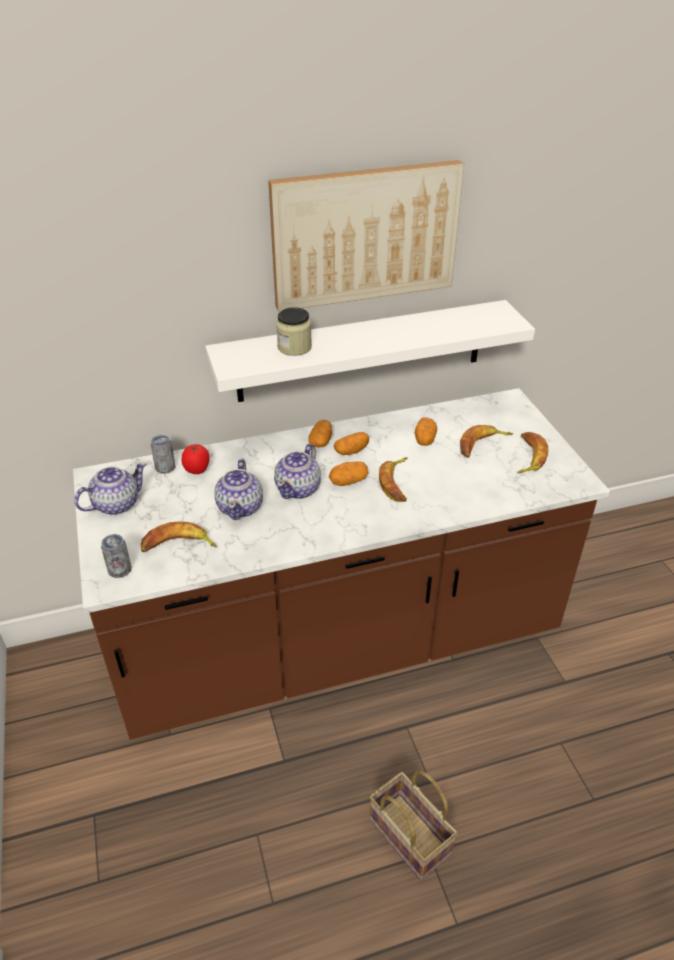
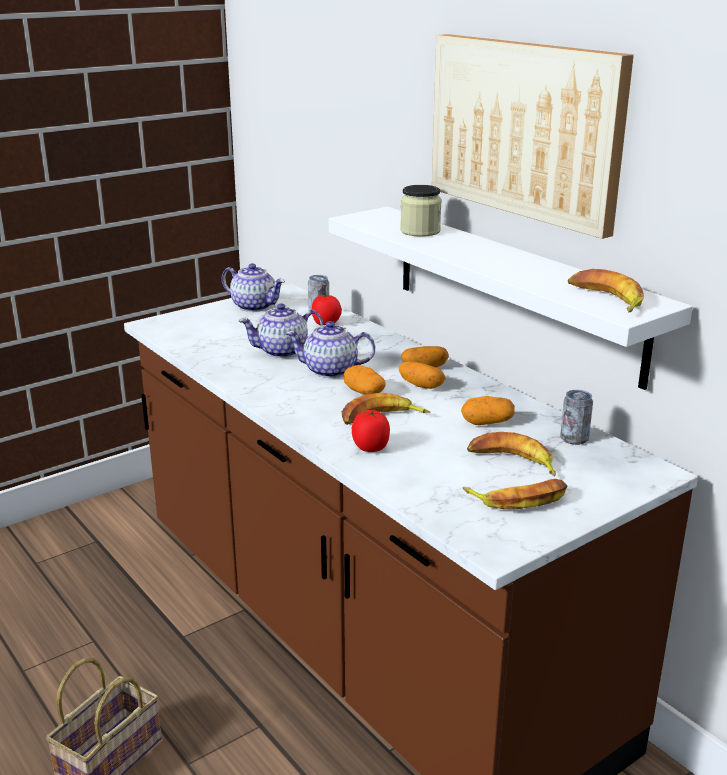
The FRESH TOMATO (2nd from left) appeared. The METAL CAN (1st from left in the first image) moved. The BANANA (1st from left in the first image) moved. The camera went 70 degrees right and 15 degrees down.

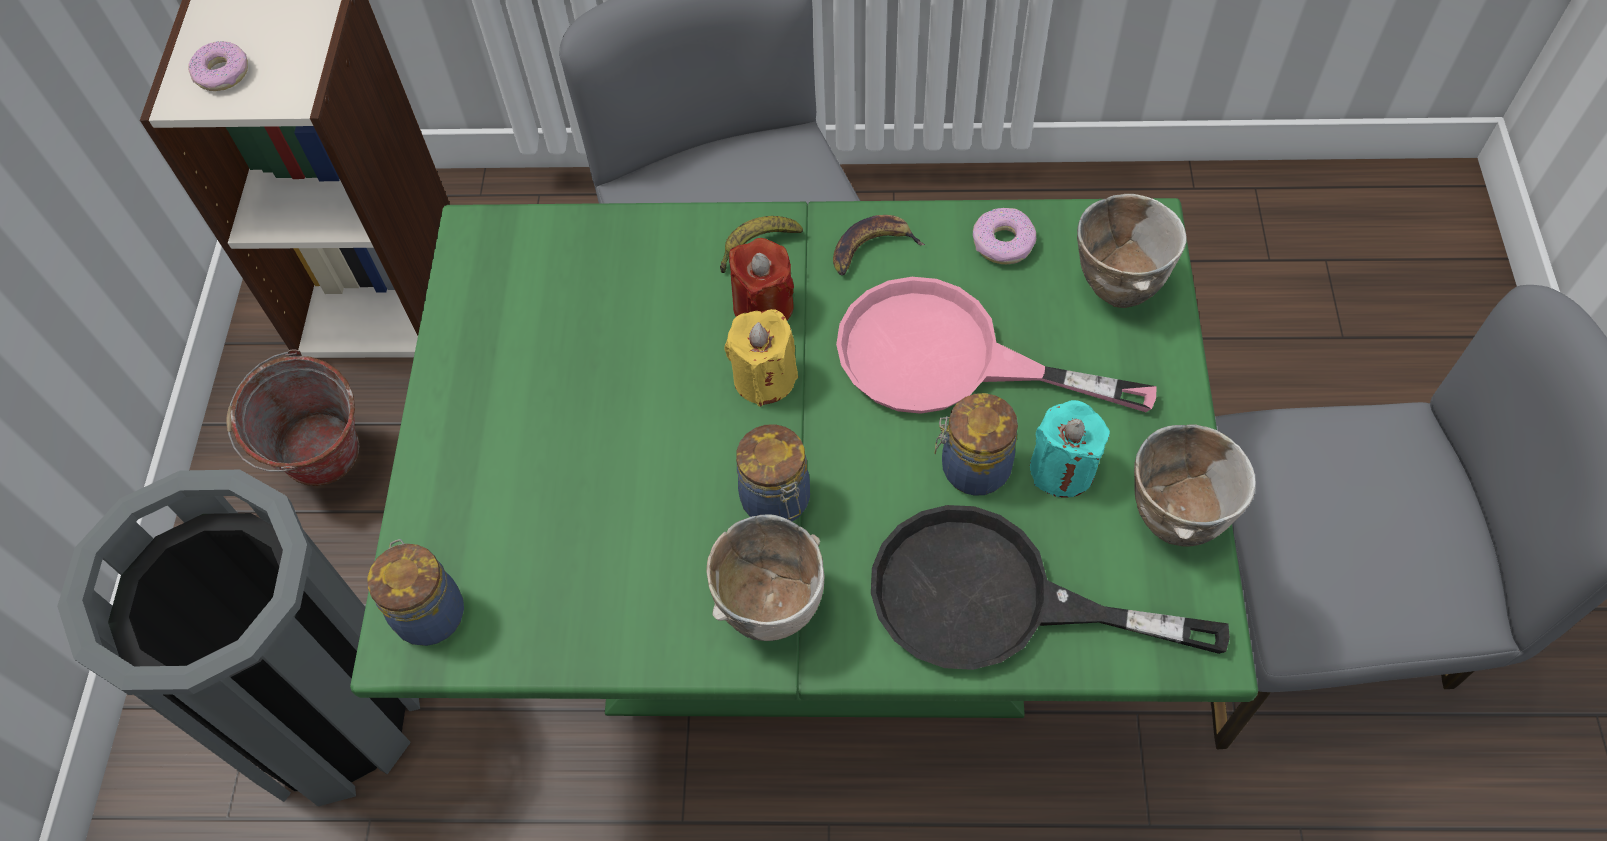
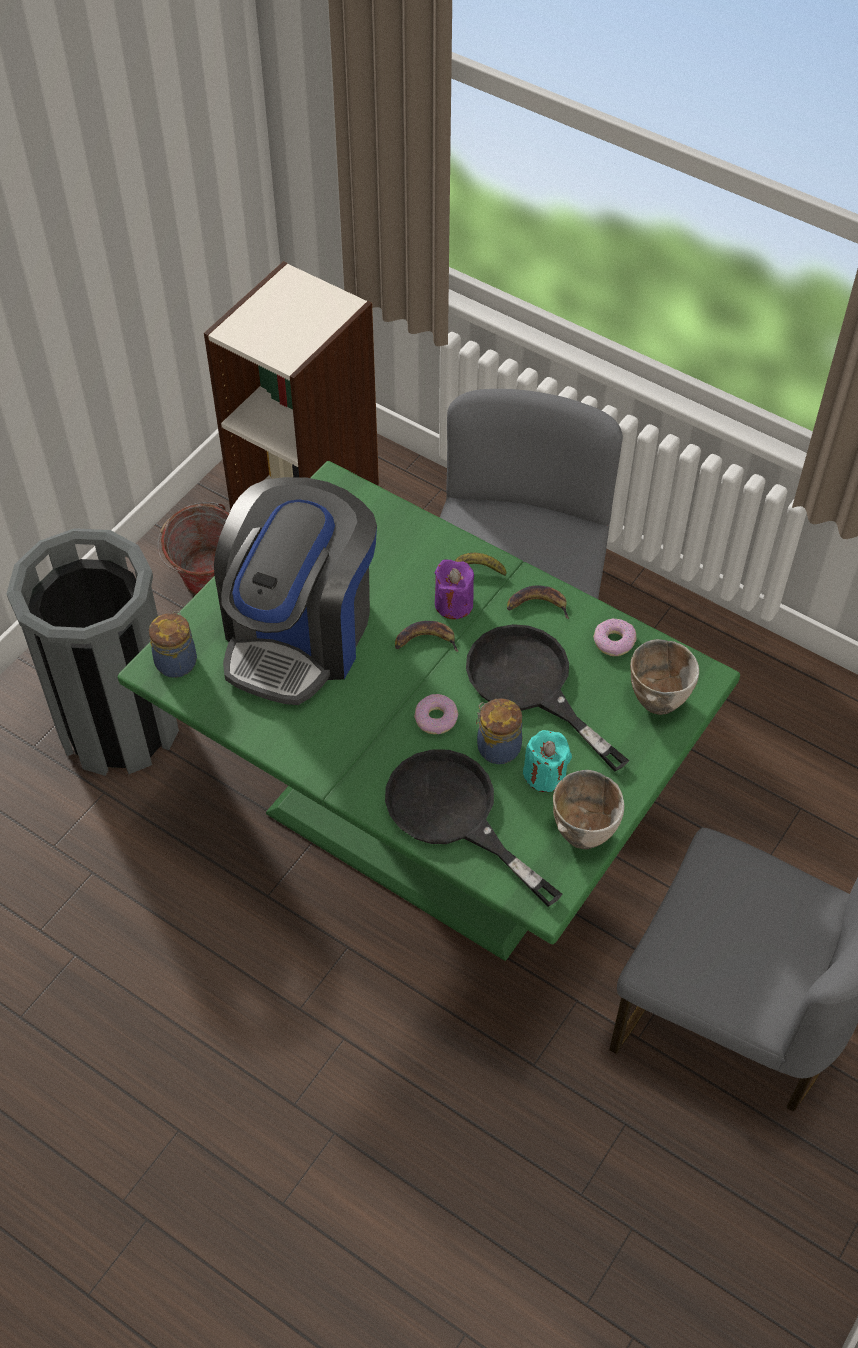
The BOWL (1st from left) disappeared. The JAR (2nd from left) disappeared. The COFFEE BREWER appeared. The DOUGHNUT (1st from left) moved. The YELLOW-COLOURED WAX CANDLE was replaced by the BANANA (1st from left). The RED WAX CANDLE became the PURPLISH WAX CANDLE. The PINK SKILLET became the BLACK-COLOURED SKILLET (2nd from left). The camera went 30 degrees right and 5 degrees down.

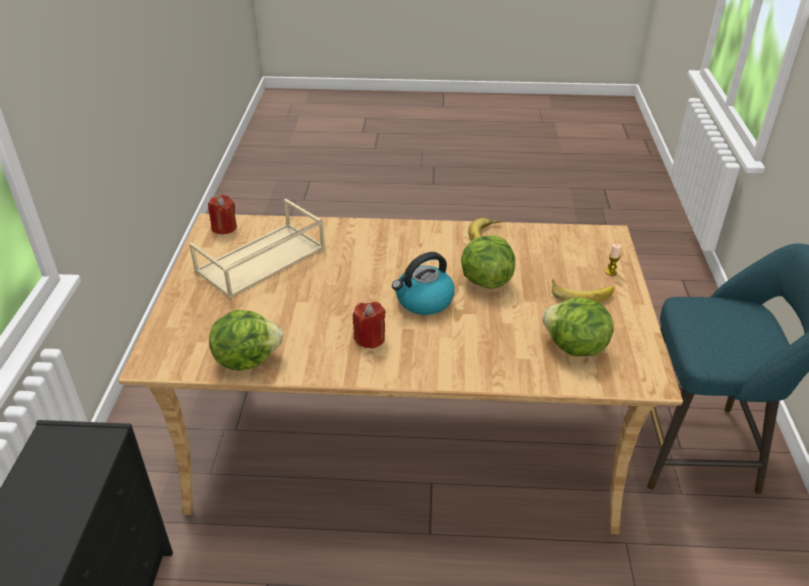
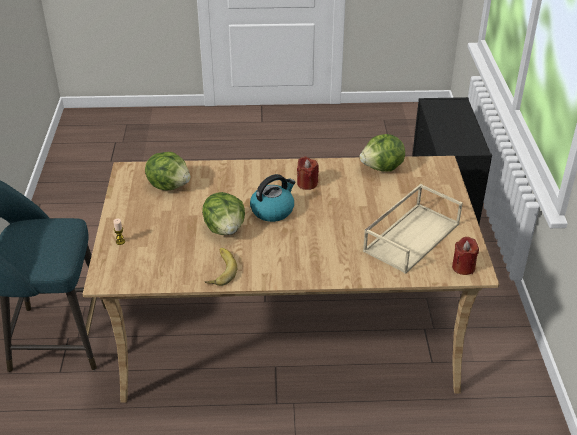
The BANANA (2nd from left) disappeared. The camera went 175 degrees right and 0 degrees up.

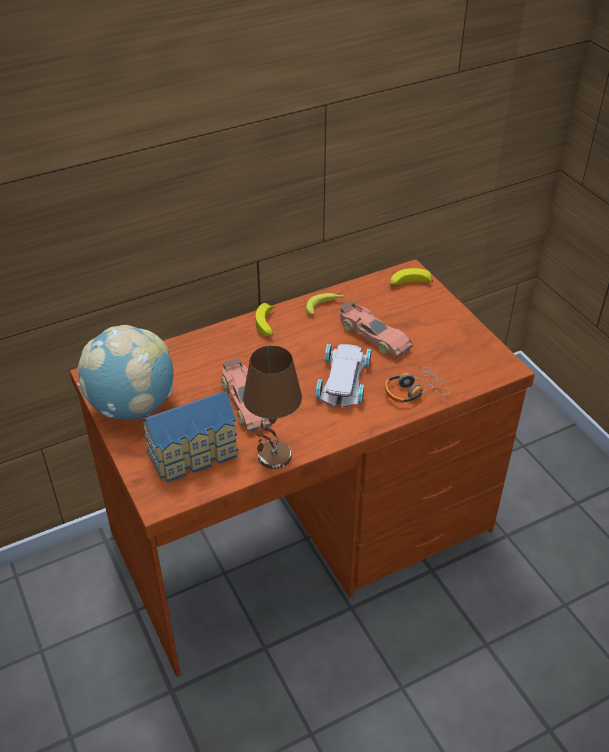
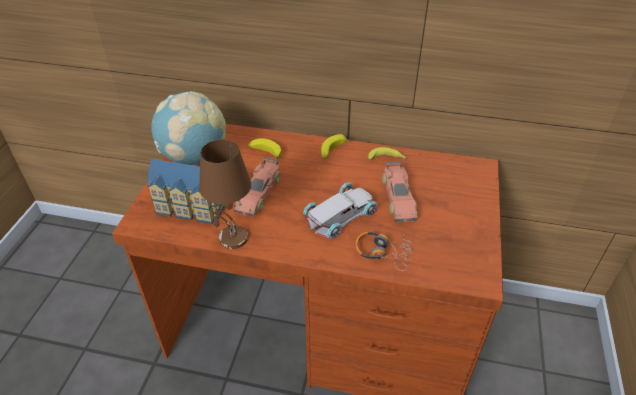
The BANANA (3rd from left in the first image) moved. The camera went 40 degrees right and 0 degrees up.

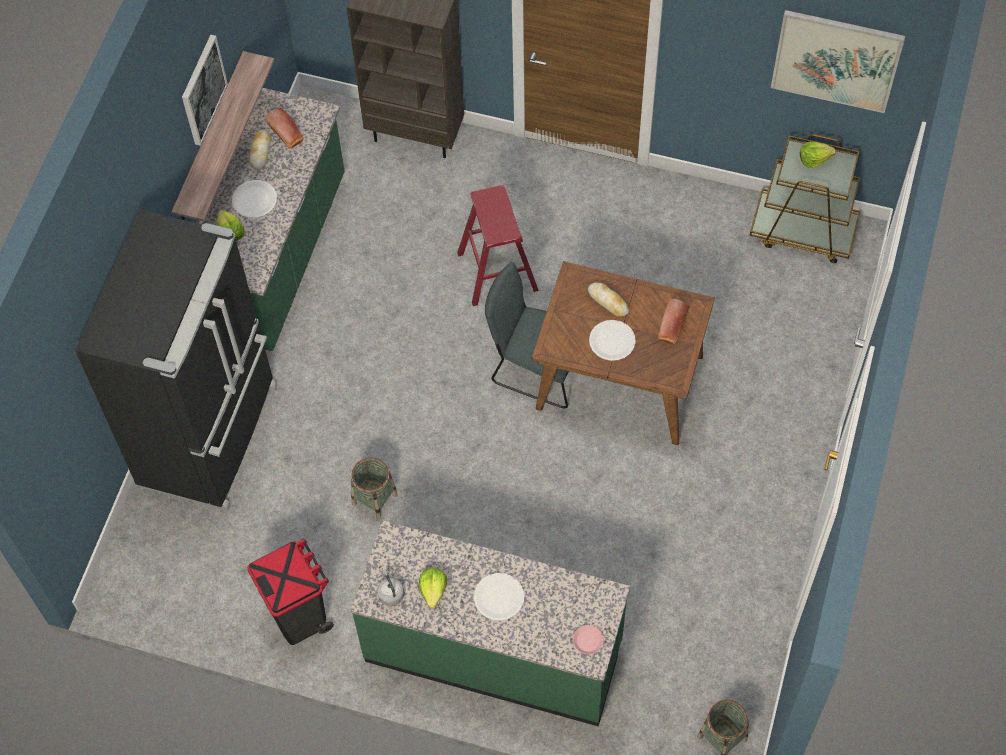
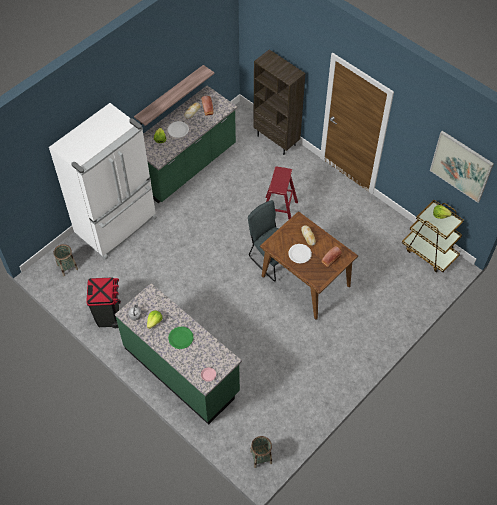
The PICTURE (1st from left) disappeared. The STORAGE BASKET (1st from left) moved. The BLACK-COLOURED KITCHEN FRIDGE became the WHITE-COLOURED KITCHEN FRIDGE. The WHITE-COLOURED DINNER PLATE (2nd from left) became the GREEN DINNER PLATE. The camera went 25 degrees right and 5 degrees down.

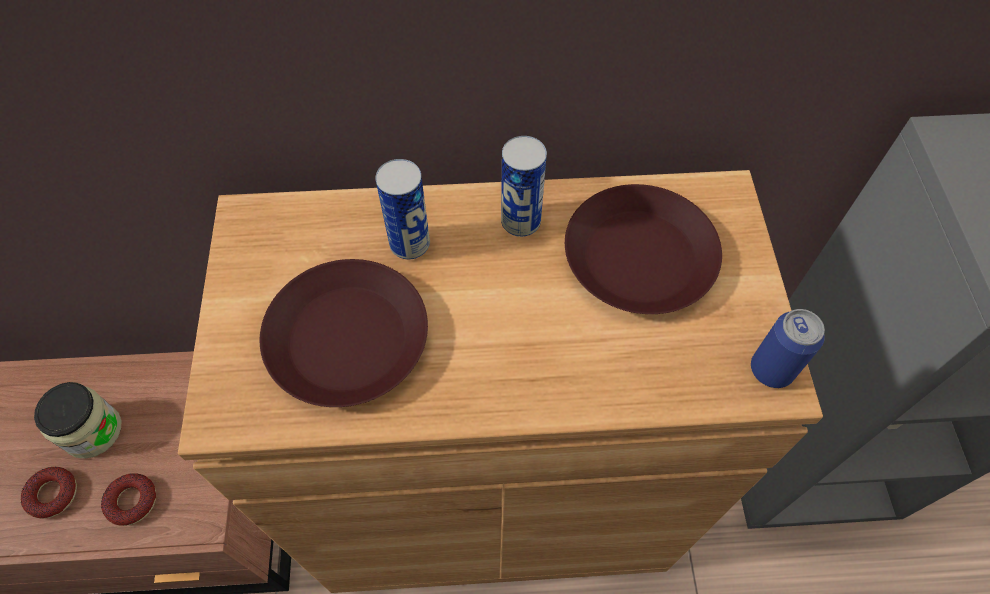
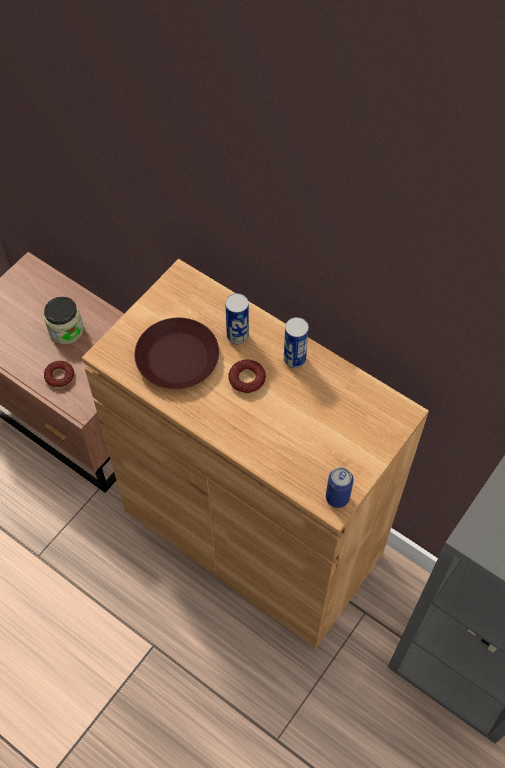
The BROWNISH DINNER PLATE (2nd from left) disappeared. The DOUGHNUT (1st from left in the first image) moved. The camera went 40 degrees right and 0 degrees up.

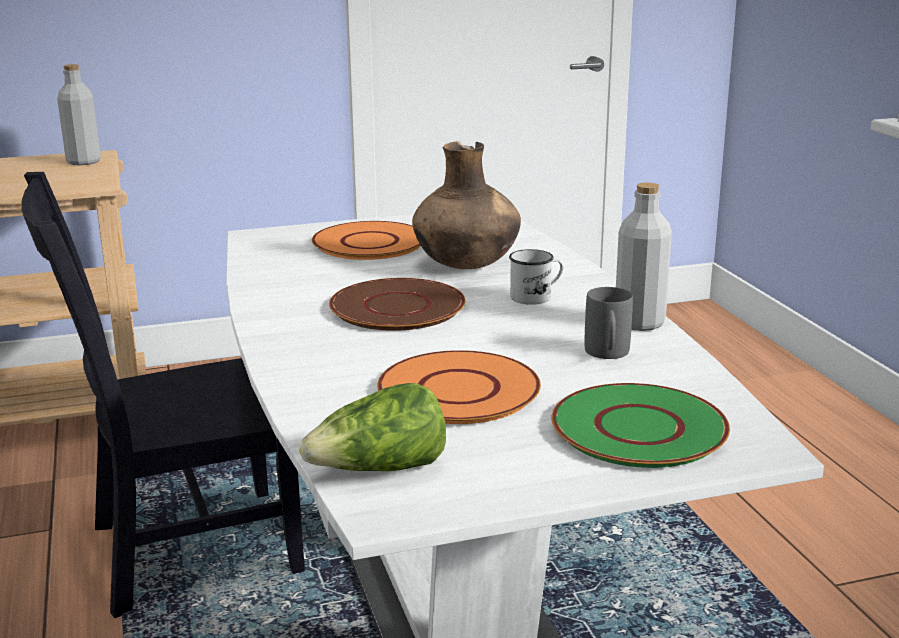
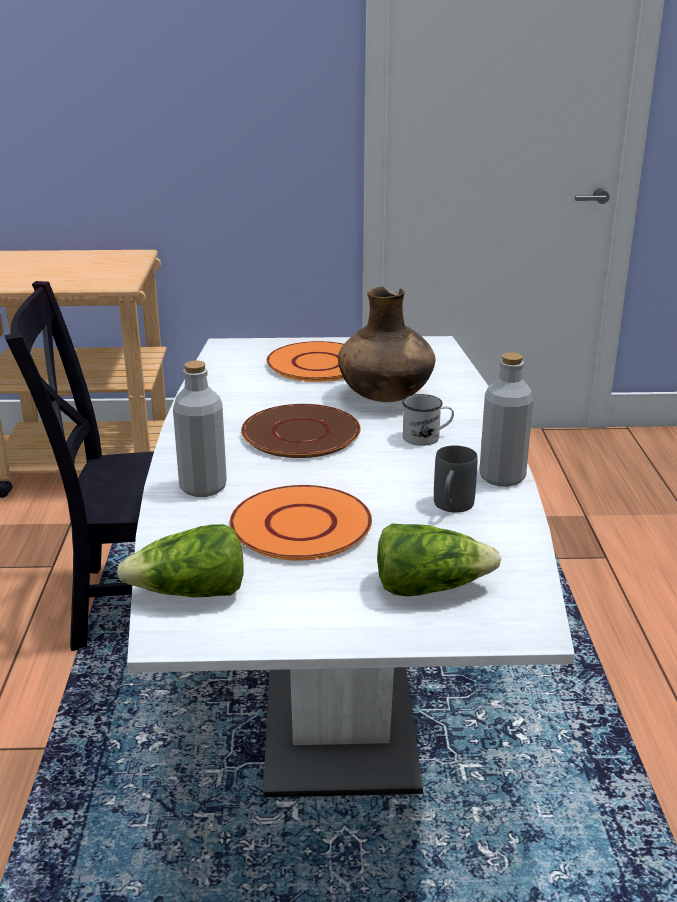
The GREYISH BOTTLE (1st from left) moved. The GREEN DINNER PLATE was replaced by the HEAD OF LETTUCE (2nd from left). The camera went 15 degrees right and 5 degrees up.

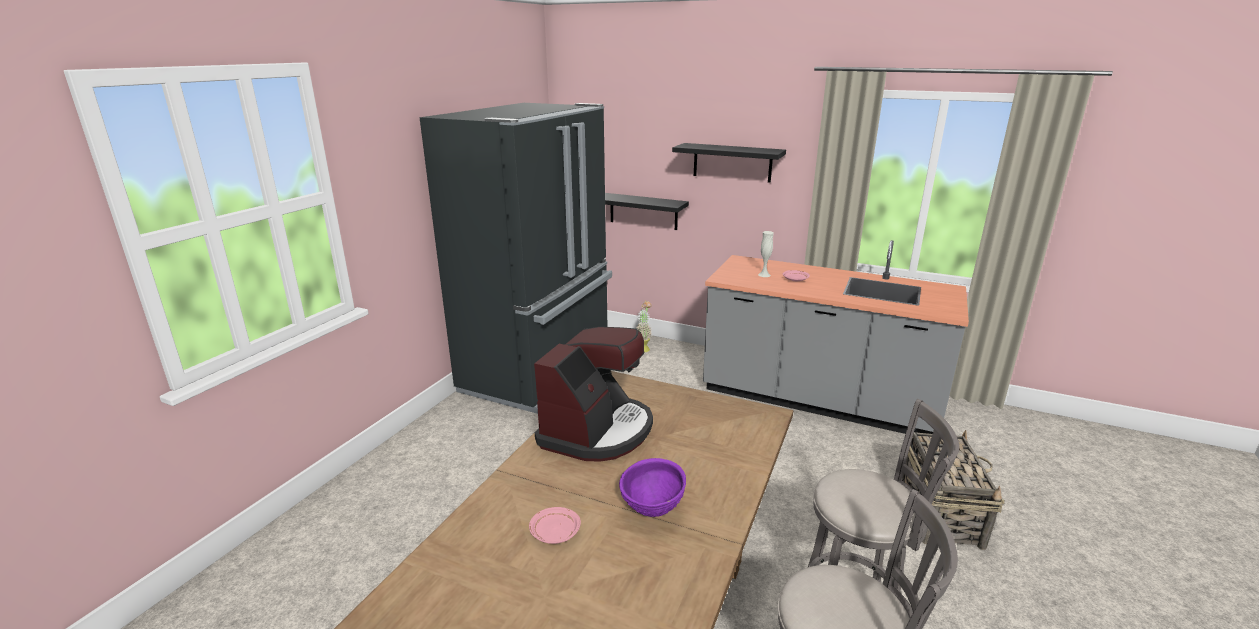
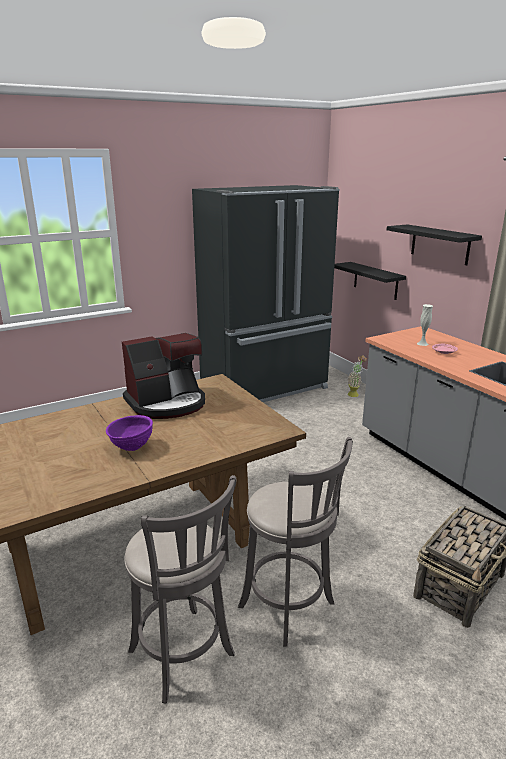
The PINK DINNER PLATE (1st from left) disappeared. The camera went 35 degrees right and 0 degrees up.

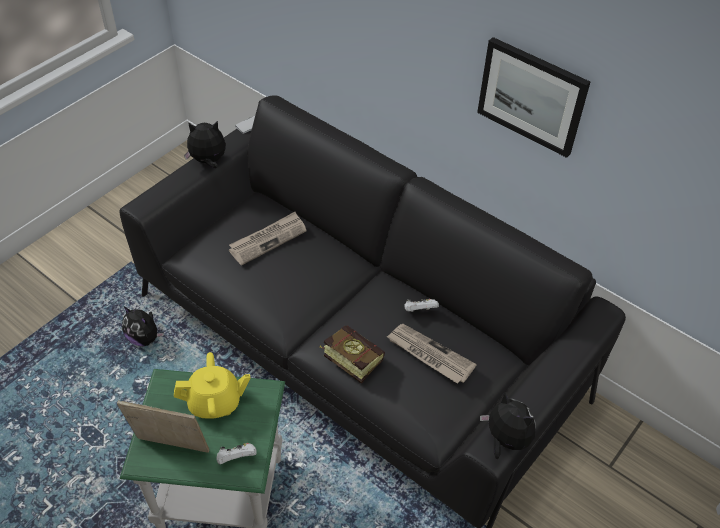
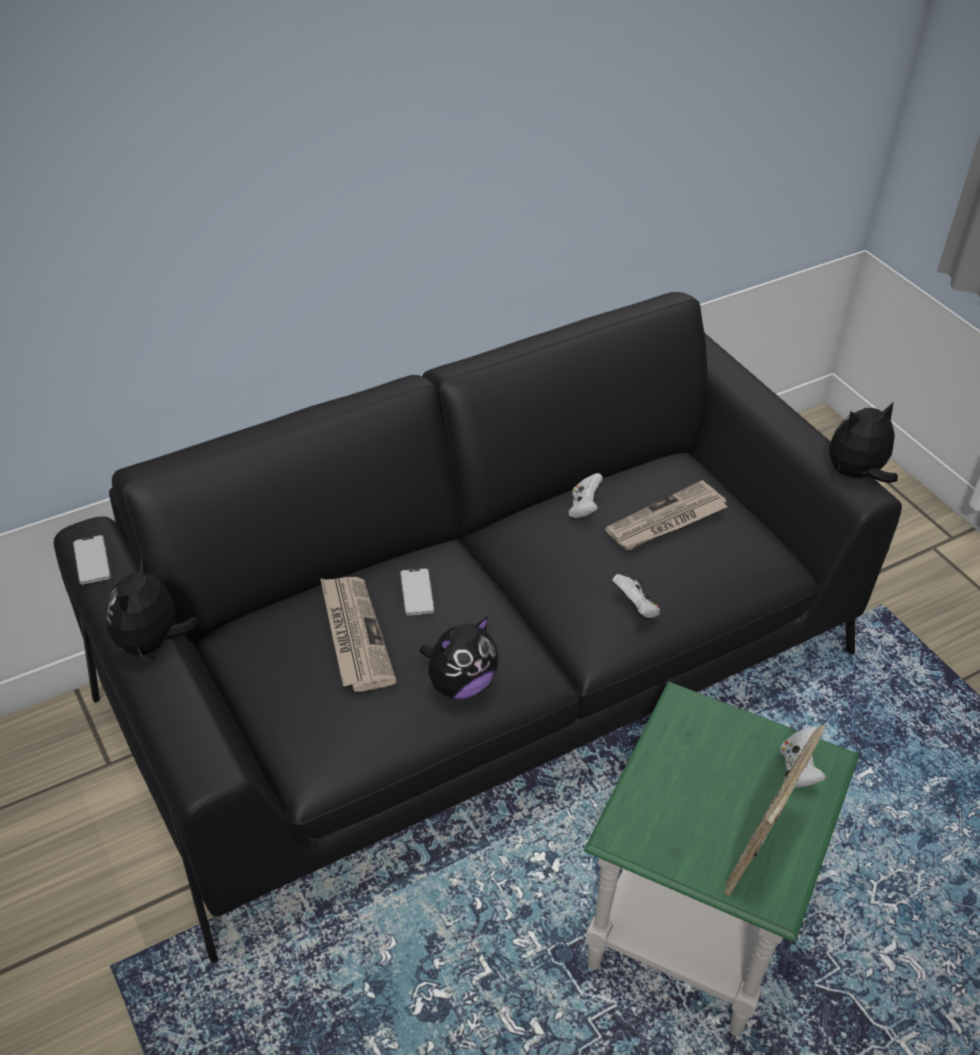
The YELLOW-COLOURED TEA POT disappeared. The PICTURE disappeared. The PHONE (2nd from left) appeared. The PLUSH TOY (1st from left in the first image) moved. The BOUND BOOK was replaced by the WHITE-COLOURED GAME CONTROLLER (2nd from left). The camera went 70 degrees left and 5 degrees down.

